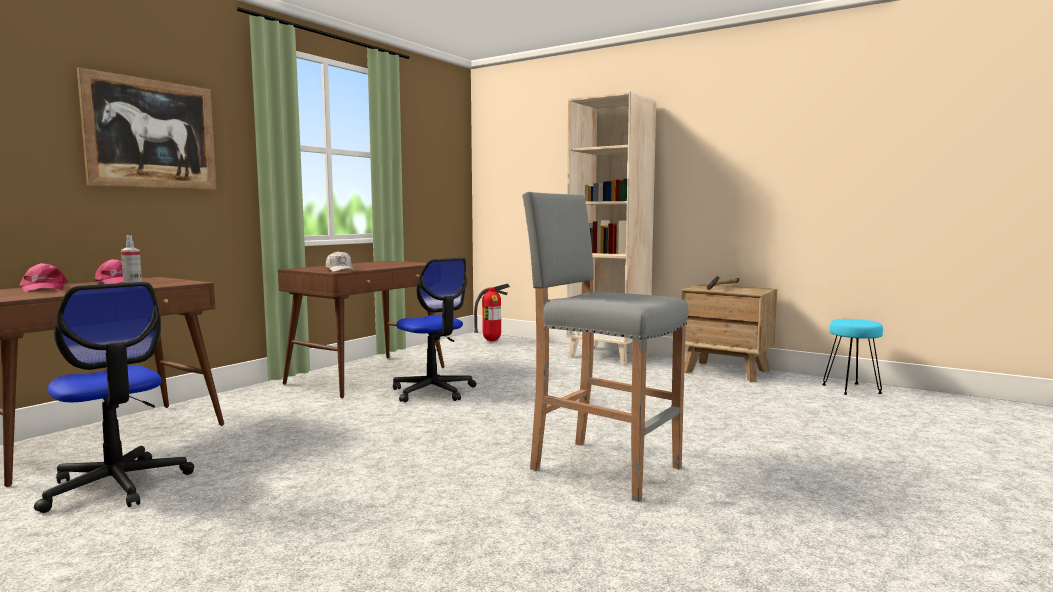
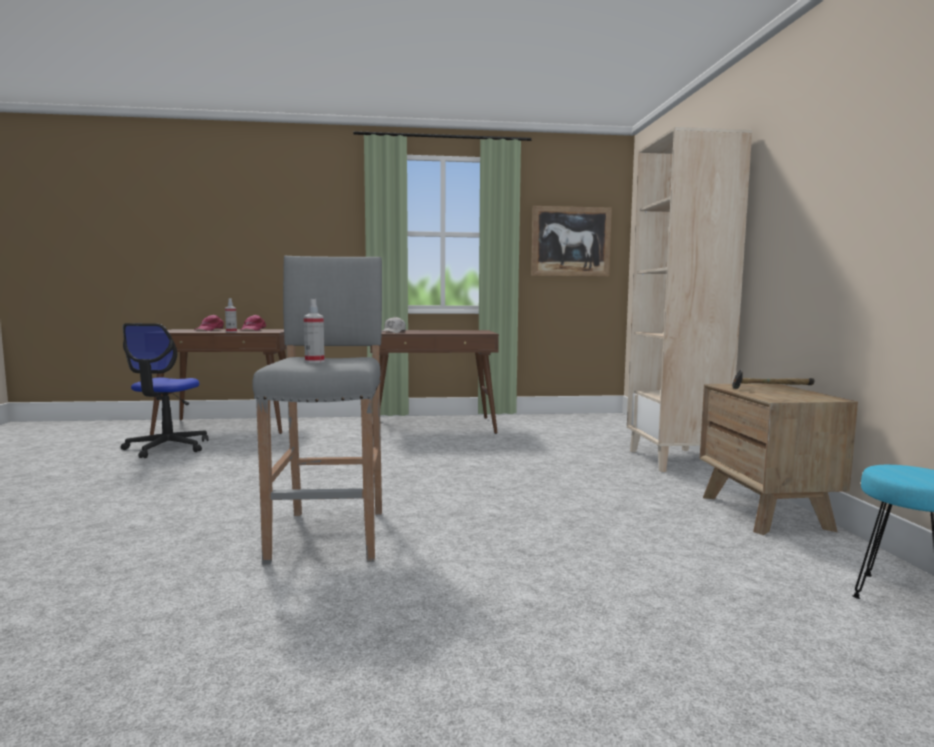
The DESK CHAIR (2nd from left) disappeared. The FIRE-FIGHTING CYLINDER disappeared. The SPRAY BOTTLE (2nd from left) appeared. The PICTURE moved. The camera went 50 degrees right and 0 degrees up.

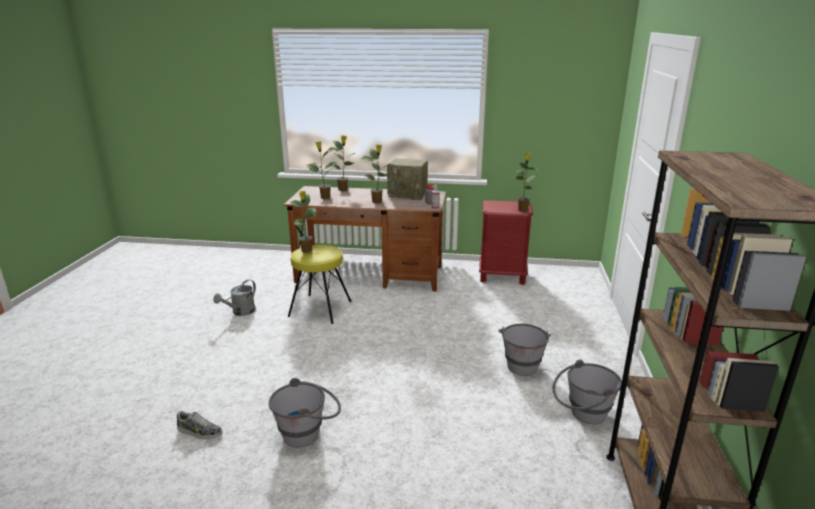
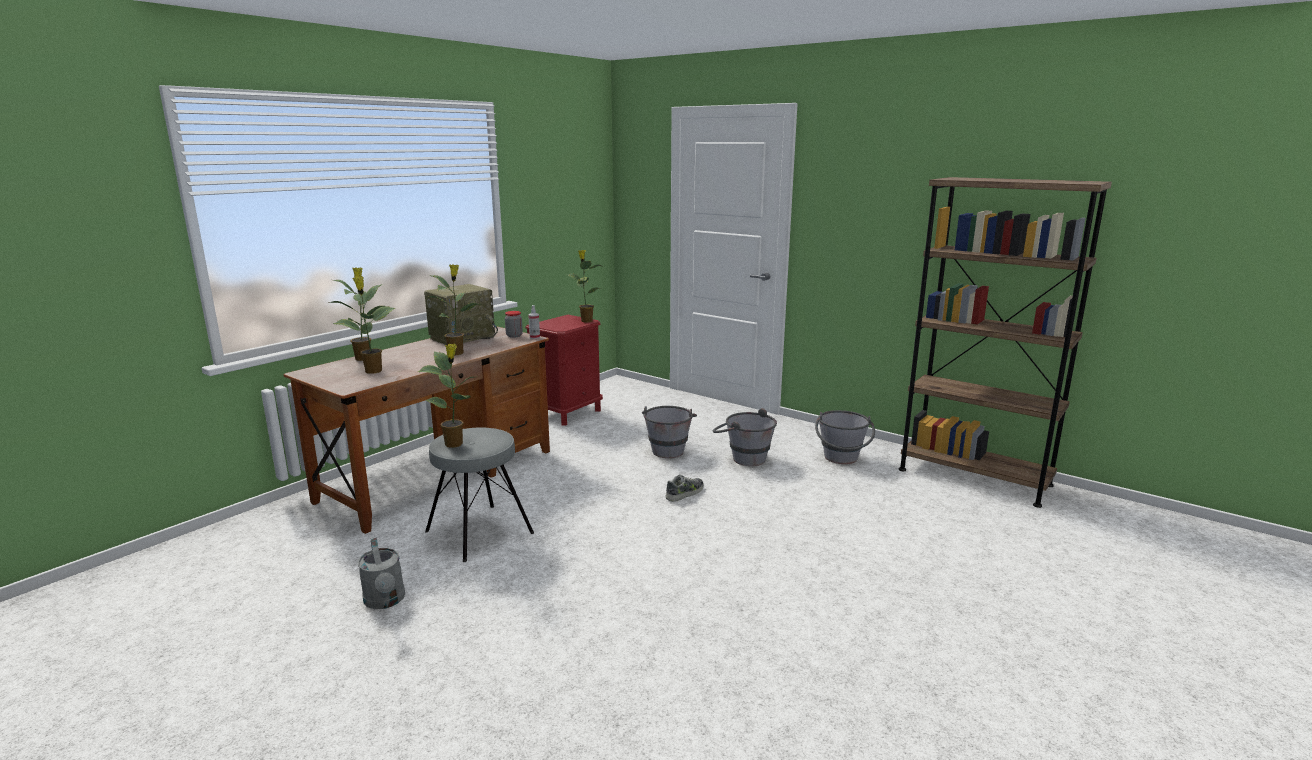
The ITEM OF FOOTWEAR moved. The GREYISH PAIL (1st from left) moved. The YELLOW-COLOURED STOOL SEAT became the GREYISH STOOL SEAT. The camera went 60 degrees left and 5 degrees down.

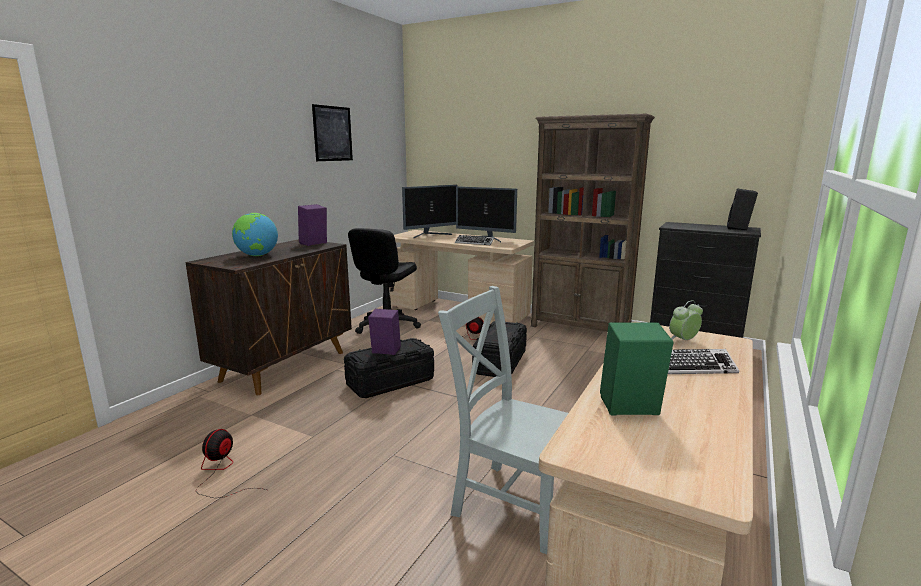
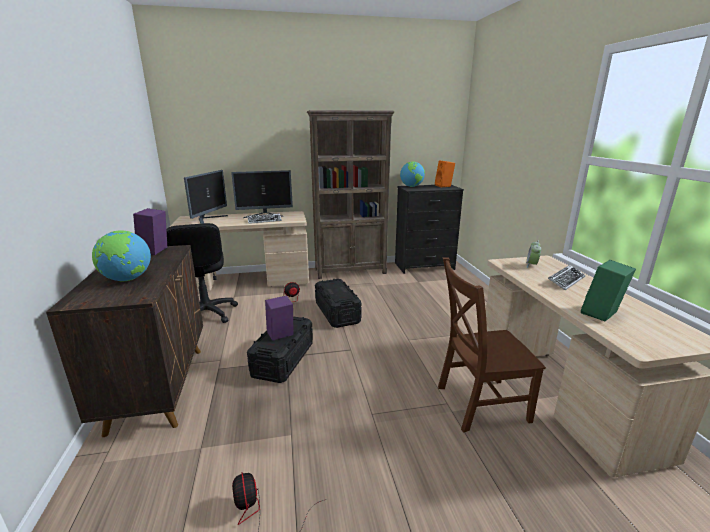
The PICTURE disappeared. The WORLD GLOBE (2nd from left) appeared. The GREYISH UPRIGHT CHAIR became the BROWNISH UPRIGHT CHAIR. The BLACK-COLOURED LOUDSPEAKER became the ORANGE LOUDSPEAKER. The camera went 40 degrees left and 5 degrees up.

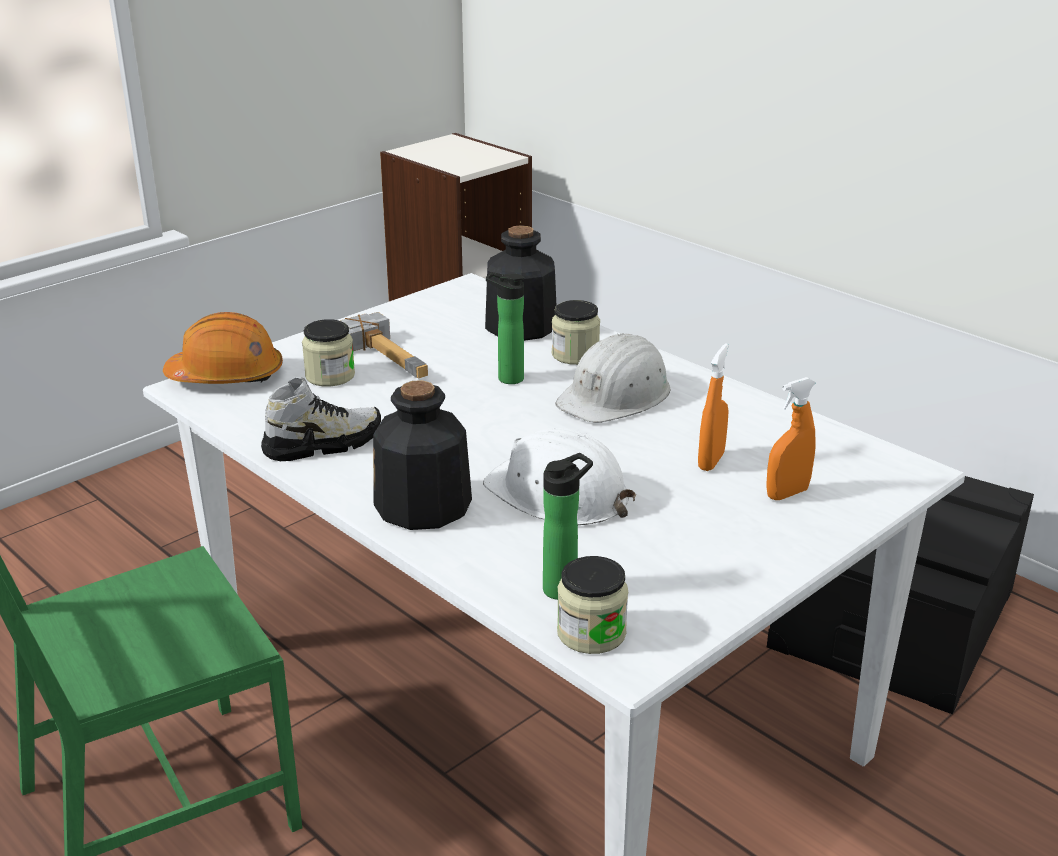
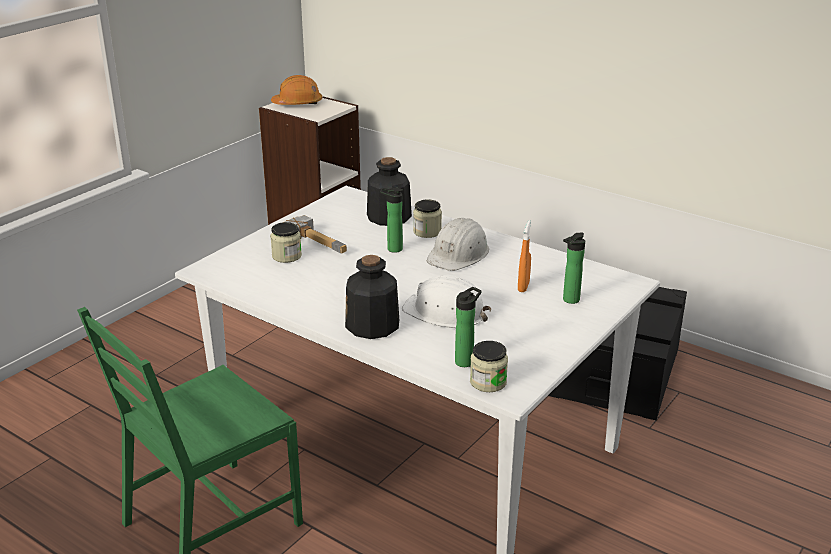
The ITEM OF FOOTWEAR disappeared. The ORANGE HARD HAT moved. The ORANGE SPRAY BOTTLE (2nd from left) was replaced by the BOTTLE (5th from left). The camera went 10 degrees left and 0 degrees up.

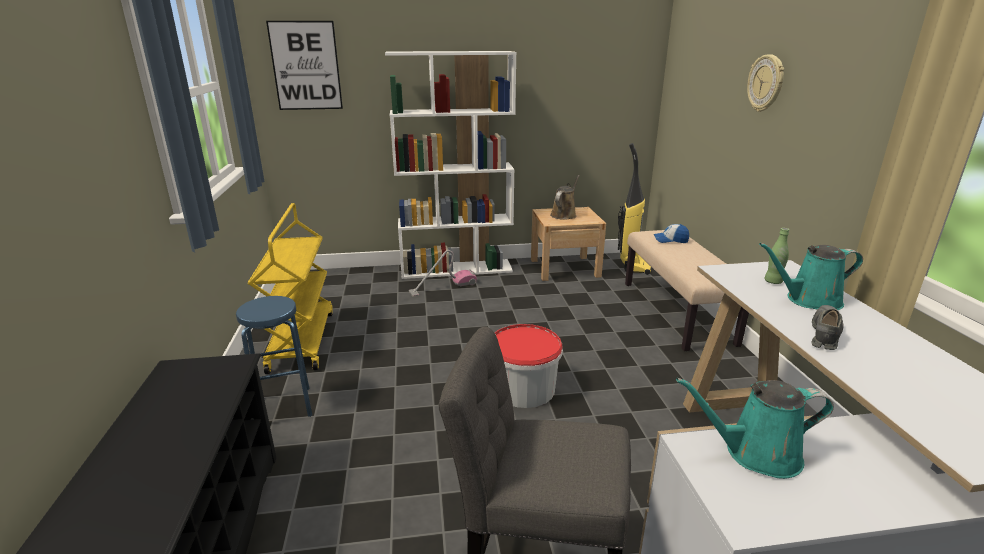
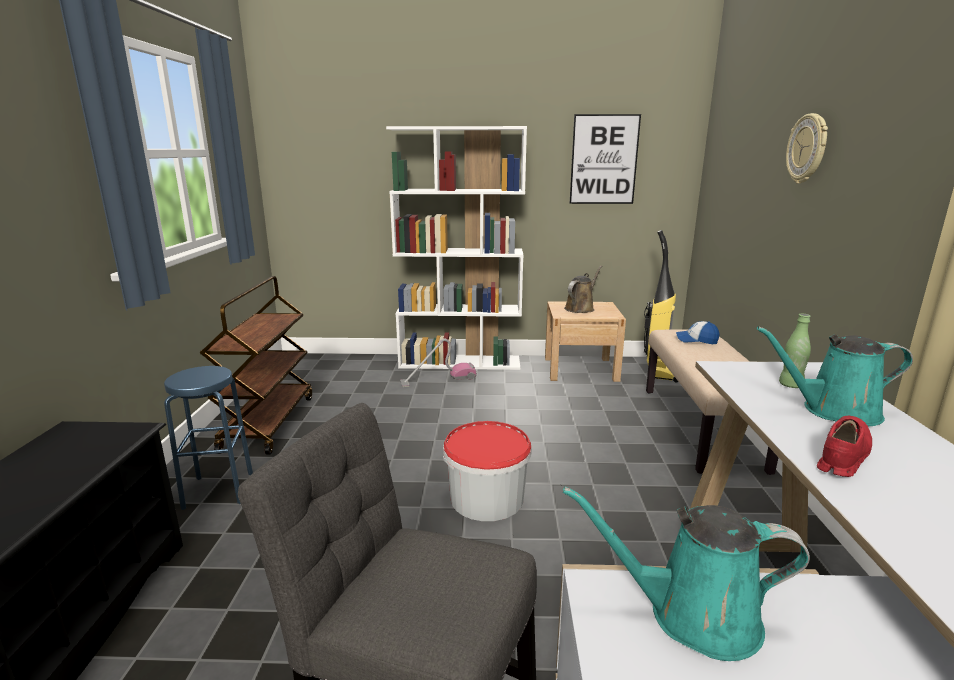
The PICTURE moved. The YELLOW-COLOURED WHEELED CART became the BROWNISH WHEELED CART. The GREYISH ITEM OF FOOTWEAR became the RED ITEM OF FOOTWEAR. The camera went 10 degrees right and 5 degrees down.

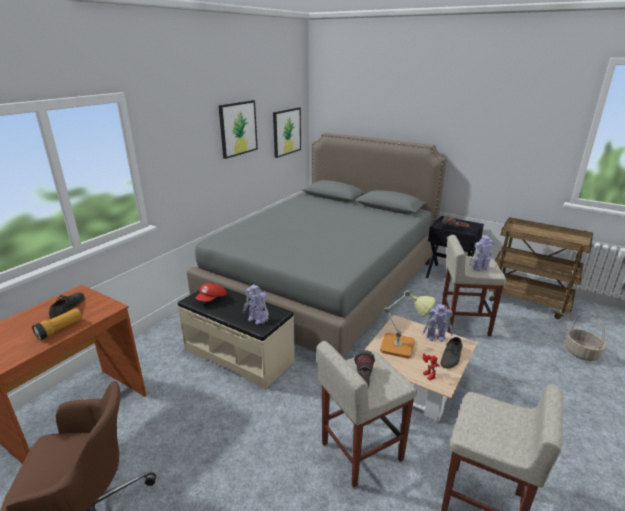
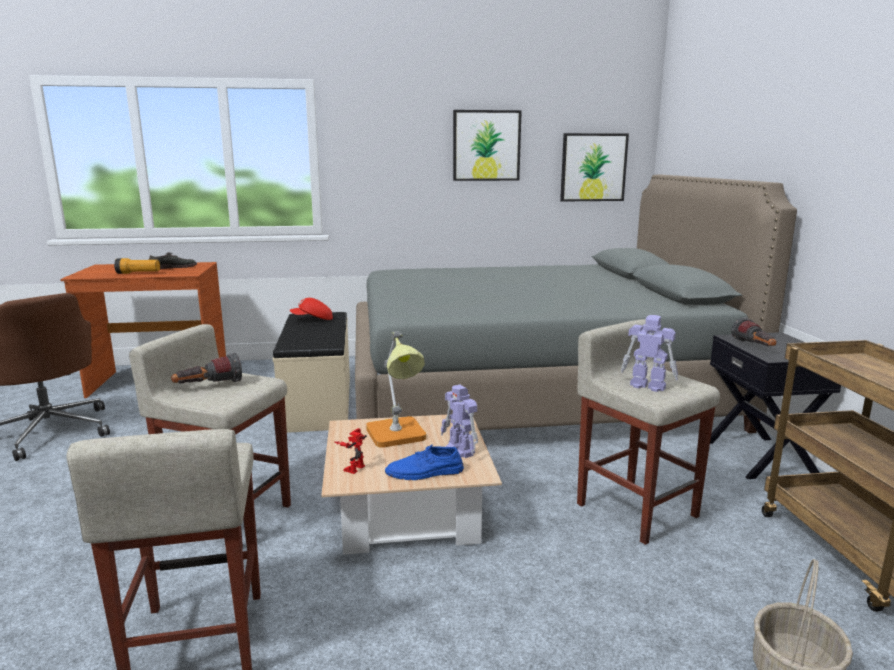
The TOY ROBOT (1st from left) disappeared. The GREYISH ITEM OF FOOTWEAR (2nd from left) became the BLUE-COLOURED ITEM OF FOOTWEAR. The camera went 50 degrees right and 10 degrees down.

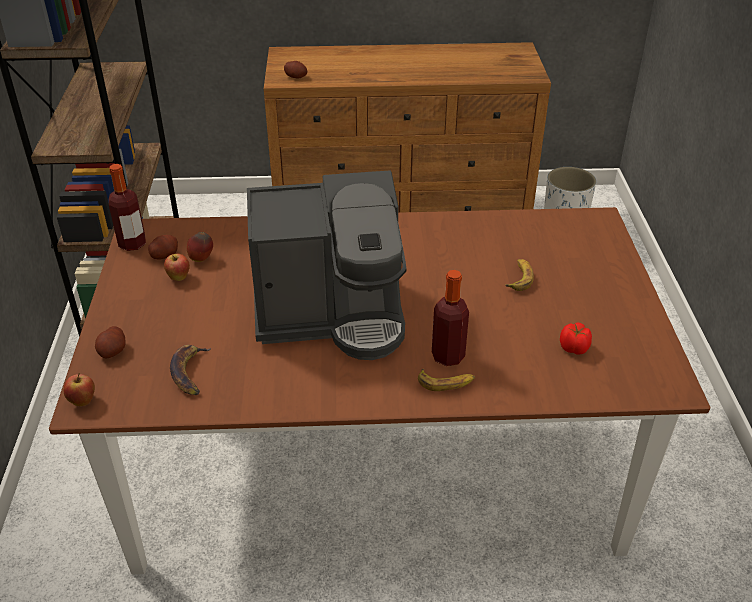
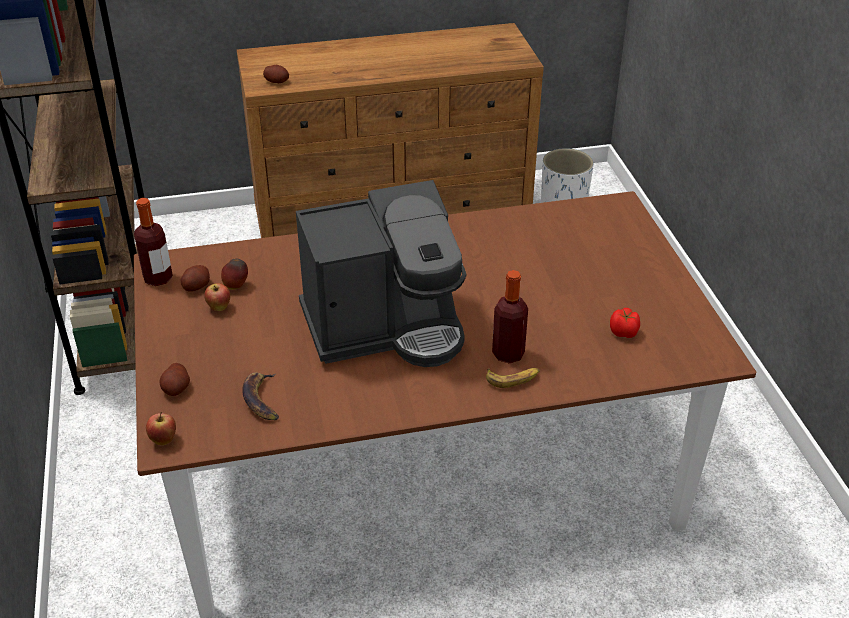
The BANANA (3rd from left) disappeared. The camera went 10 degrees left and 0 degrees up.

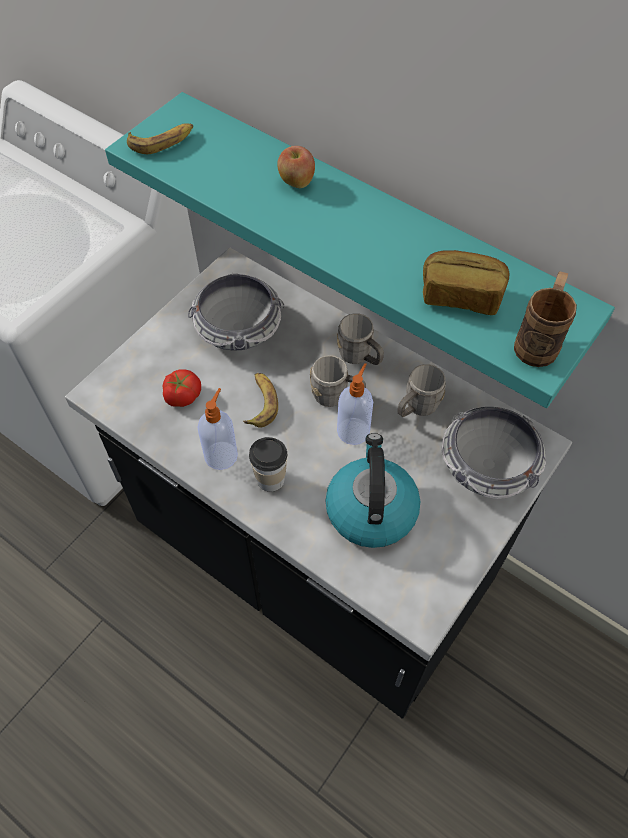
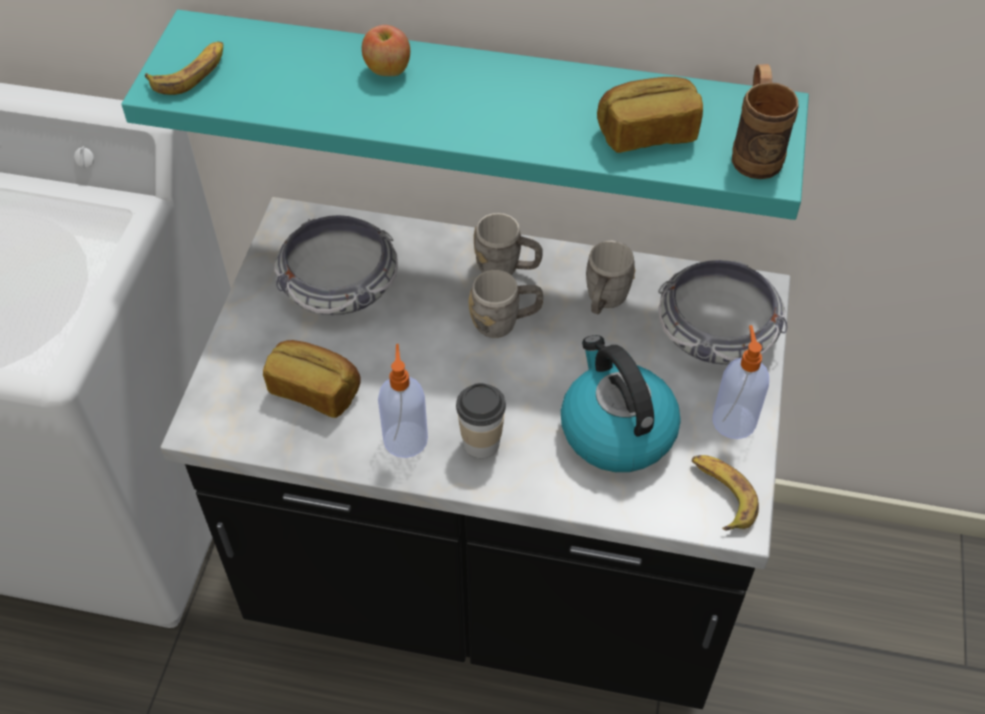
The BANANA (2nd from left) moved. The LIQUID SOAP BOTTLE (2nd from left) moved. The FRESH TOMATO was replaced by the BREAD (1st from left). The camera went 25 degrees left and 5 degrees down.

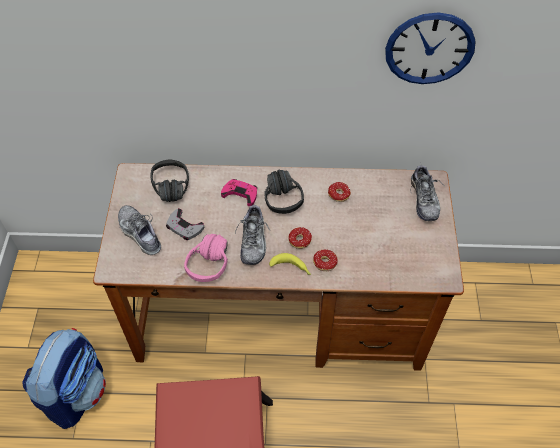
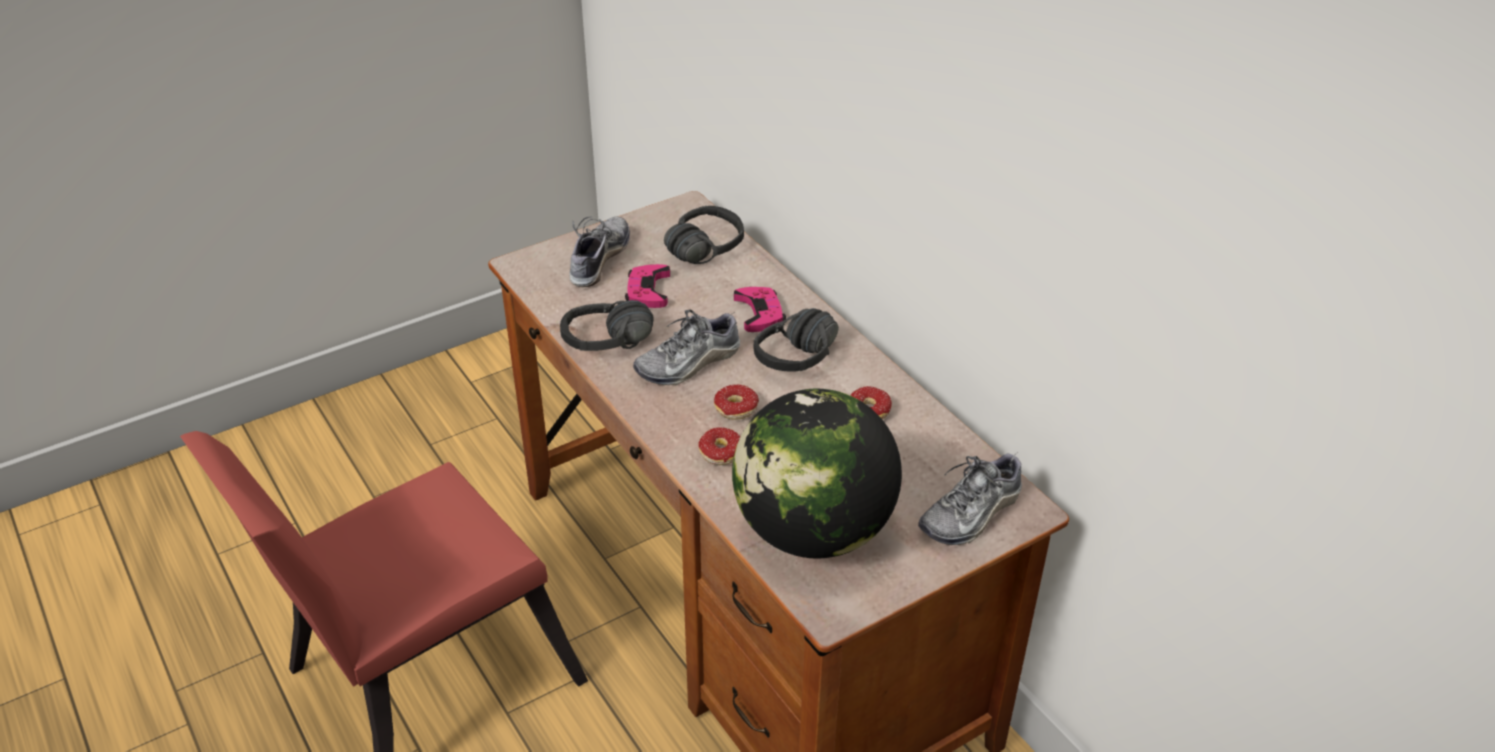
The BACKPACK disappeared. The BANANA disappeared. The CLOCK ON THE WALL disappeared. The WORLD GLOBE appeared. The GREYISH GAME CONTROLLER became the PINK GAME CONTROLLER (1st from left). The PINK HEADSET became the BLACK-COLOURED HEADSET (1st from left). The camera went 55 degrees right and 15 degrees down.

